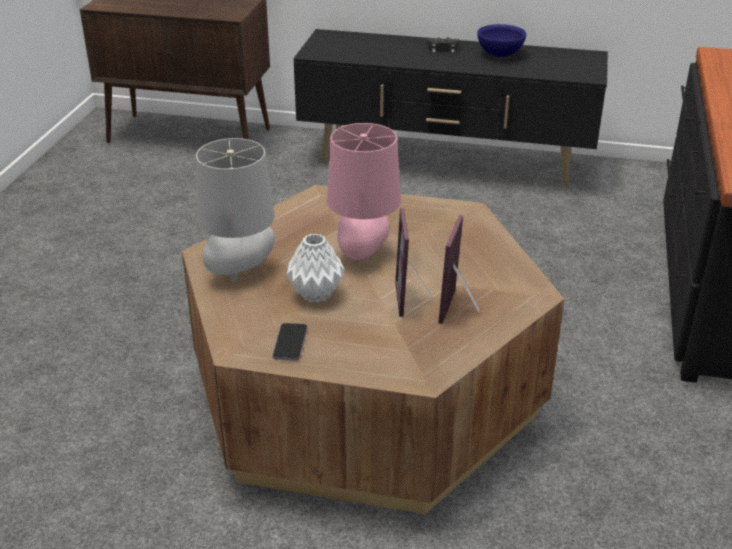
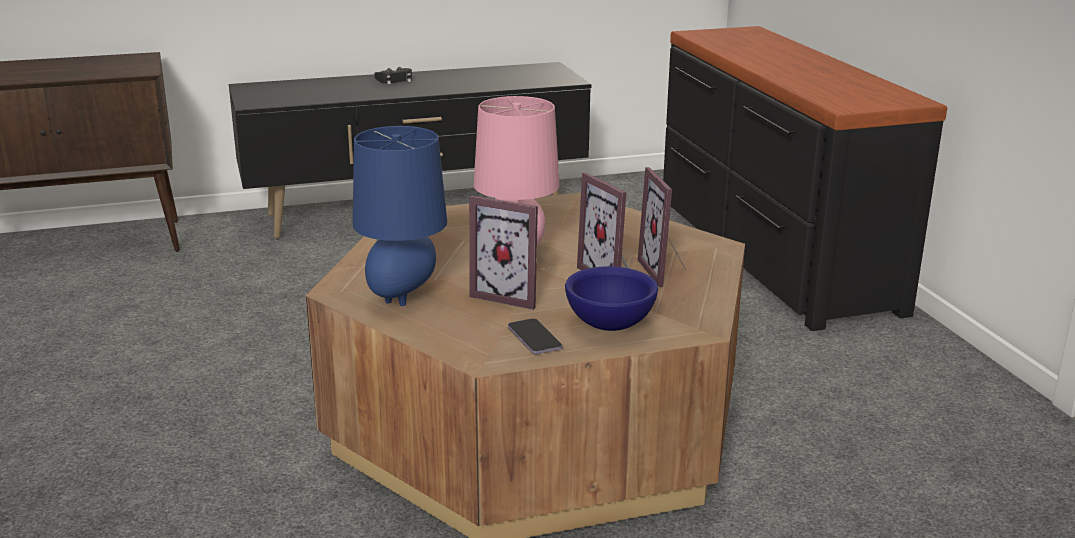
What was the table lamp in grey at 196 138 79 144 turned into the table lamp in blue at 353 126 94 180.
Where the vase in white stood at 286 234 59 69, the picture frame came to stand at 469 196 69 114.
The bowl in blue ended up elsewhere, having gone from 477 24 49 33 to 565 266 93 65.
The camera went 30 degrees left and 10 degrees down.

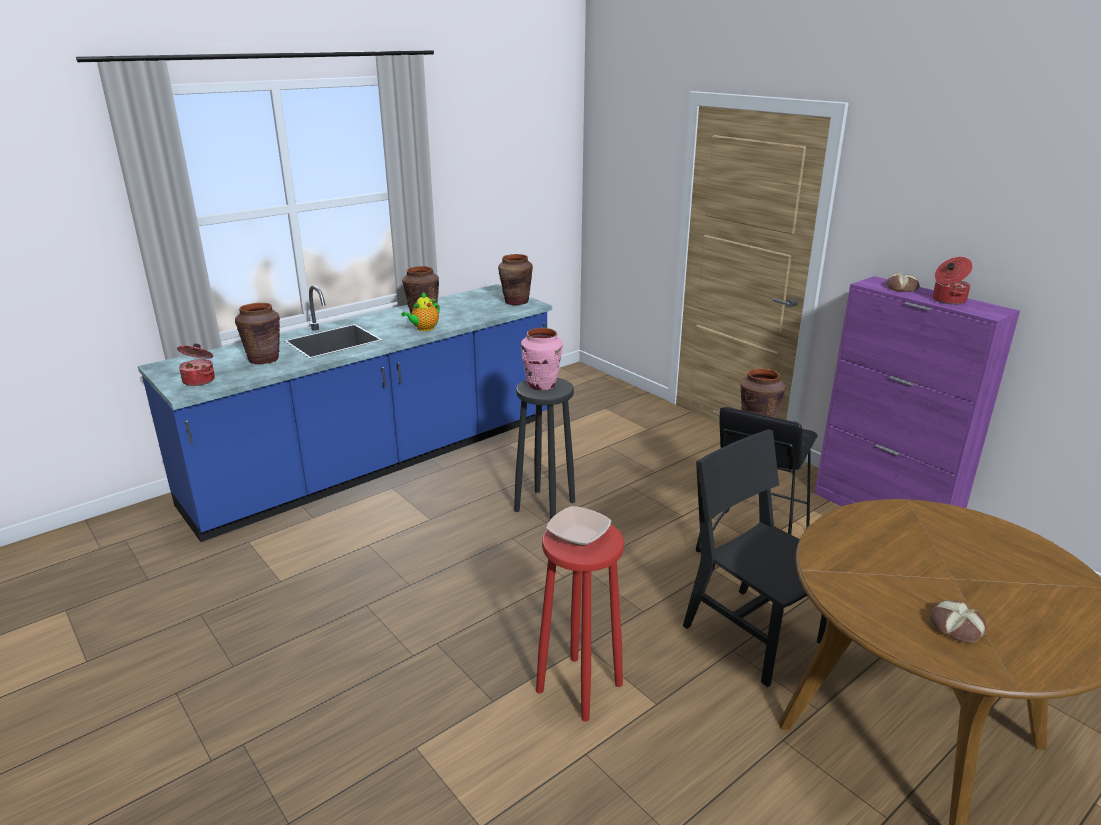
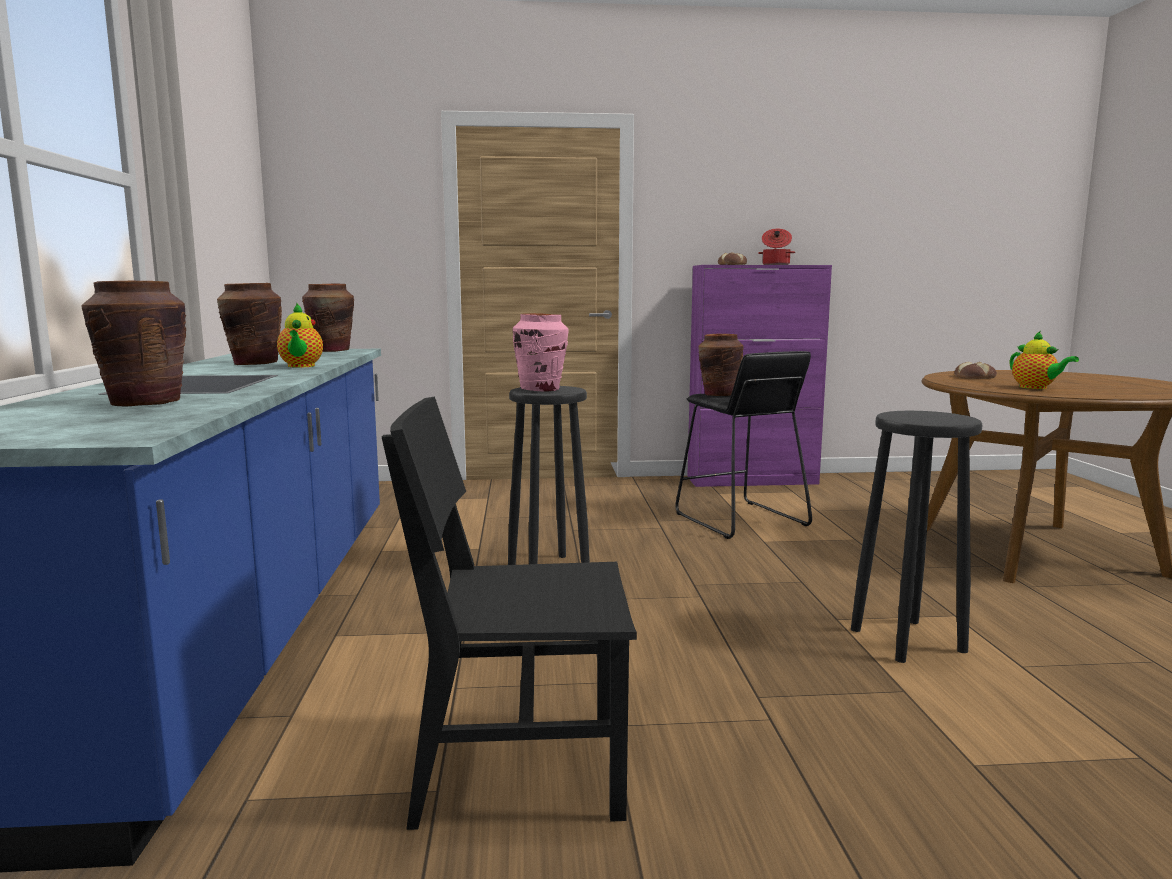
The chair in black ended up elsewhere, having gone from 683 429 144 258 to 382 396 255 434.
What was the stool in red at 536 525 88 197 turned into the stool in black at 851 411 131 252.
The bread ended up elsewhere, having gone from 929 600 58 43 to 954 362 43 17.
The second view gained the teapot at 1010 331 69 58.
The second view lost the cooking pot at 177 344 38 42.
The second view lost the bowl at 546 506 65 40.
The camera went 55 degrees left and 15 degrees down.

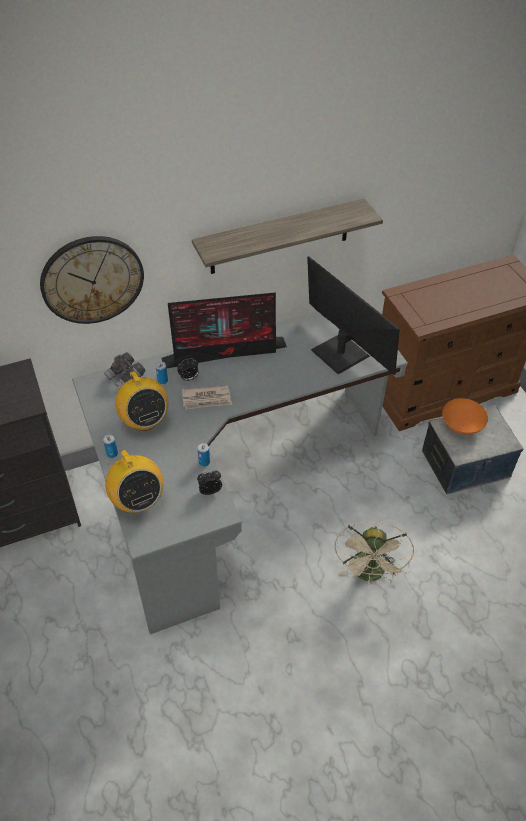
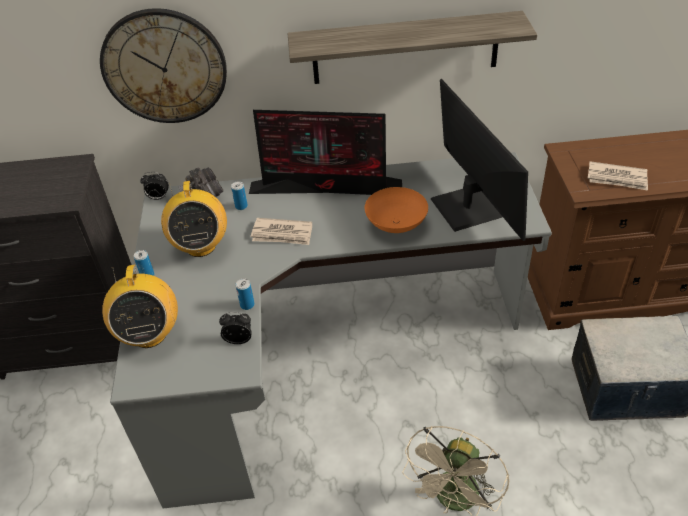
The alarm clock ended up elsewhere, having gone from 177 358 22 23 to 140 172 29 28.
The bowl in orange ended up elsewhere, having gone from 442 398 46 37 to 365 187 63 46.
The second view gained the newspaper at 587 161 61 30.
The camera went 20 degrees right and 5 degrees down.

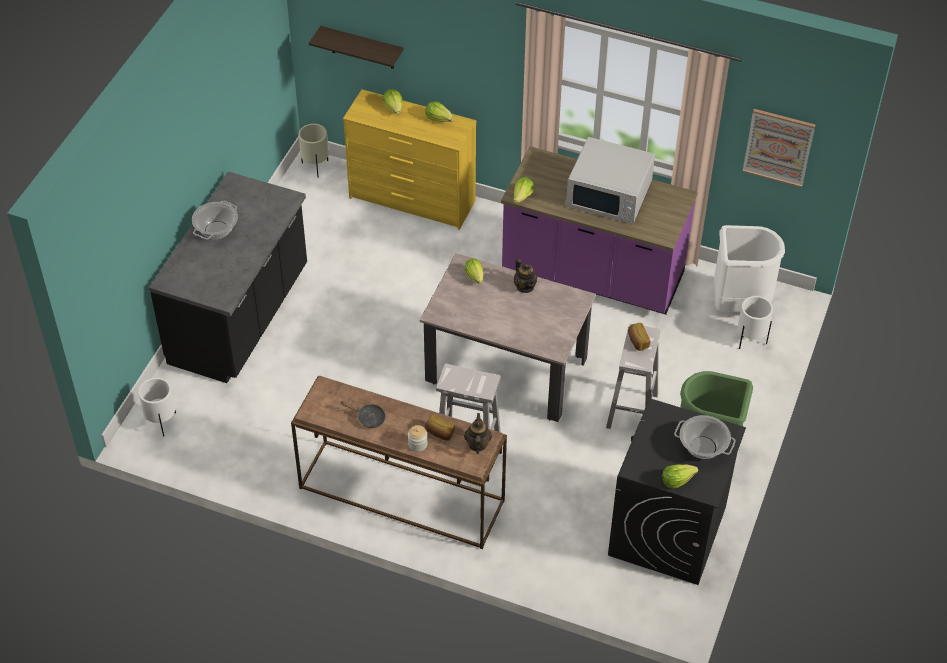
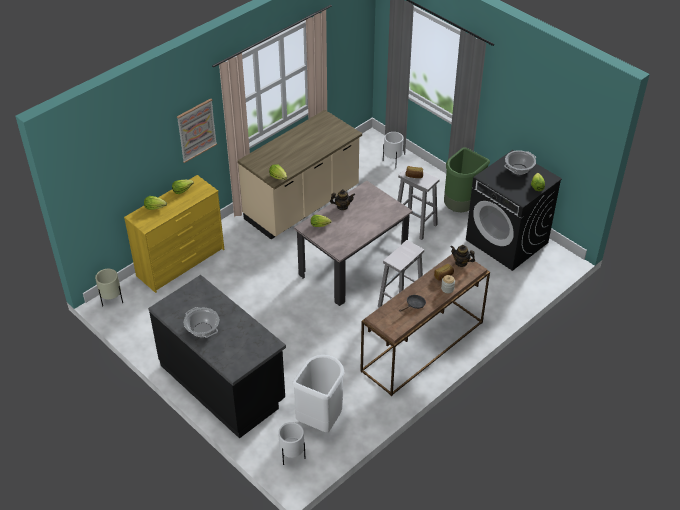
The picture ended up elsewhere, having gone from 742 109 74 79 to 177 98 40 65.
What was the counter in purple at 501 146 196 169 turned into the counter in beige at 237 110 125 129.
The trash can in white ended up elsewhere, having gone from 714 225 71 87 to 292 355 53 77.
The second view lost the shelf at 309 26 95 43.
The second view lost the microwave in white at 566 137 89 87.
The camera went 65 degrees left and 5 degrees down.

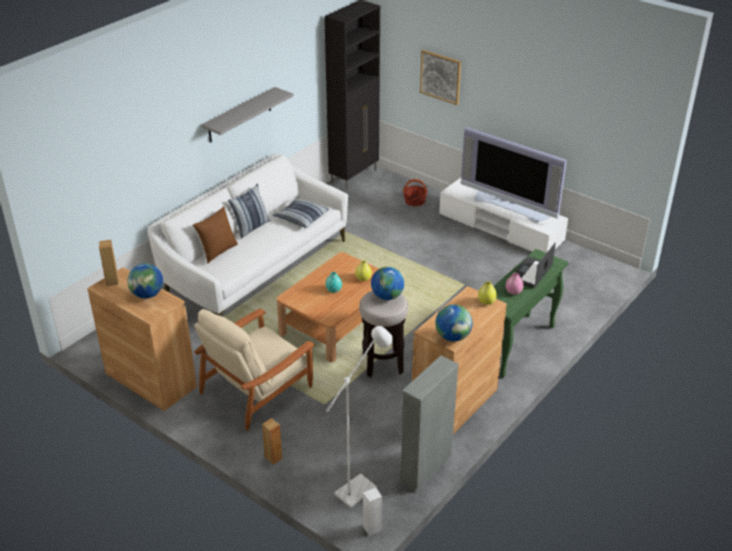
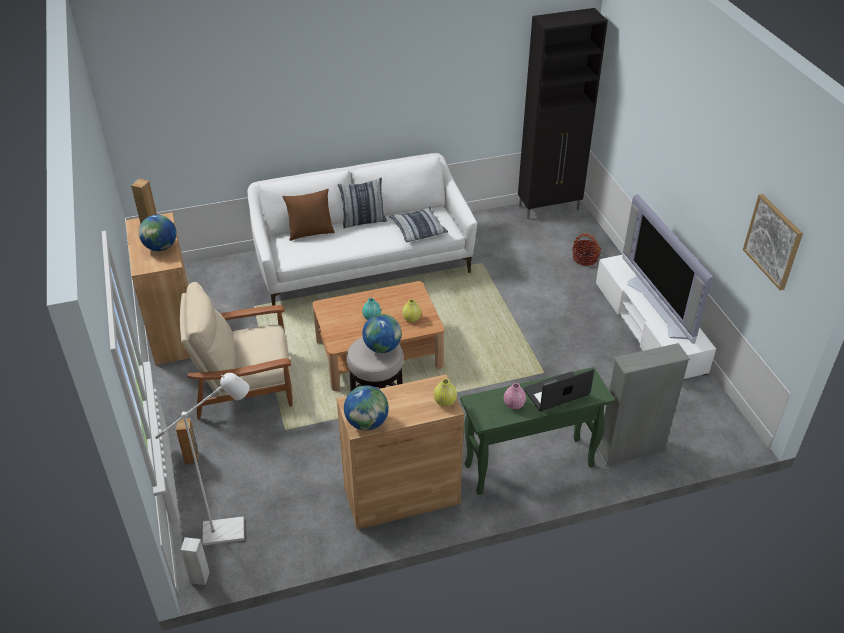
The bookcase in grey ended up elsewhere, having gone from 399 355 60 137 to 596 343 94 123.
The picture ended up elsewhere, having gone from 420 50 41 55 to 743 194 60 96.
The second view lost the shelf in grey at 201 87 92 56.
The camera went 35 degrees right and 5 degrees up.

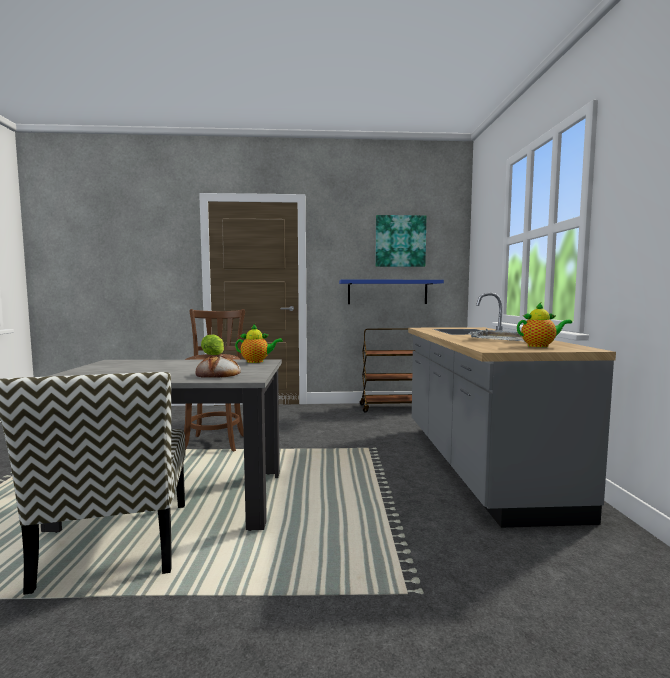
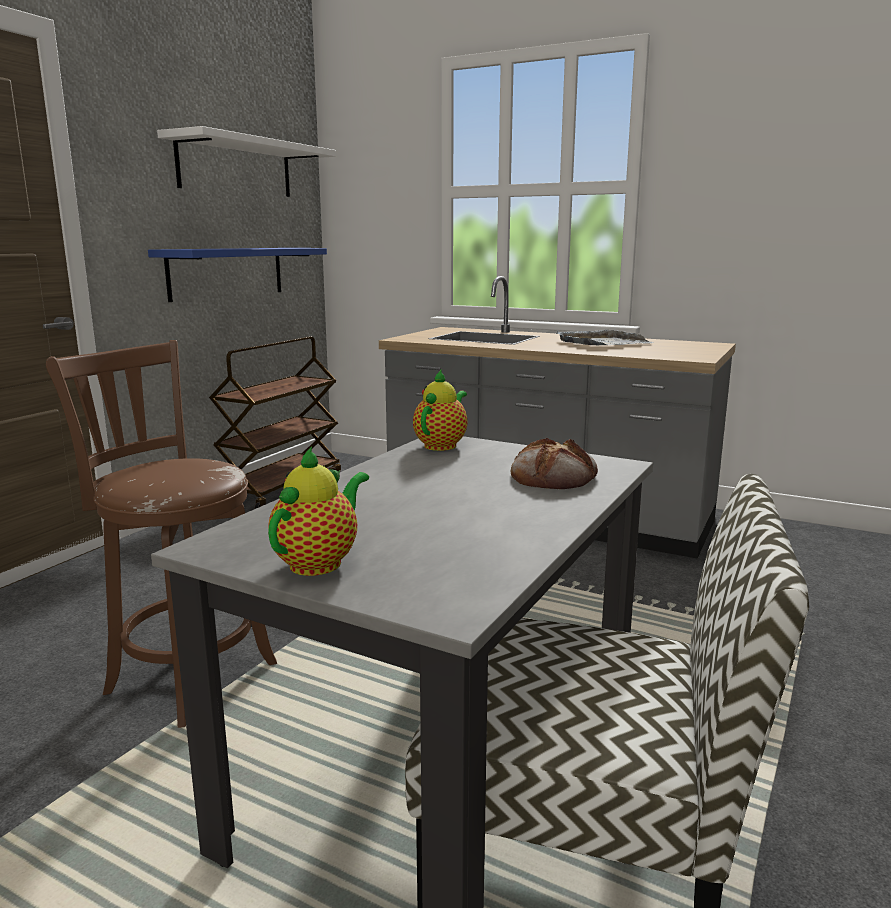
Where the picture hung at 375 215 52 52, the shelf in white came to hang at 157 126 179 71.
The teapot ended up elsewhere, having gone from 517 303 55 44 to 268 446 101 130.
The second view lost the lettuce at 201 335 23 20.
The camera went 60 degrees left and 10 degrees up.

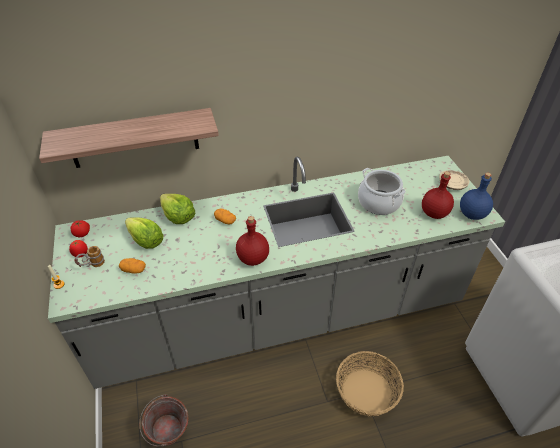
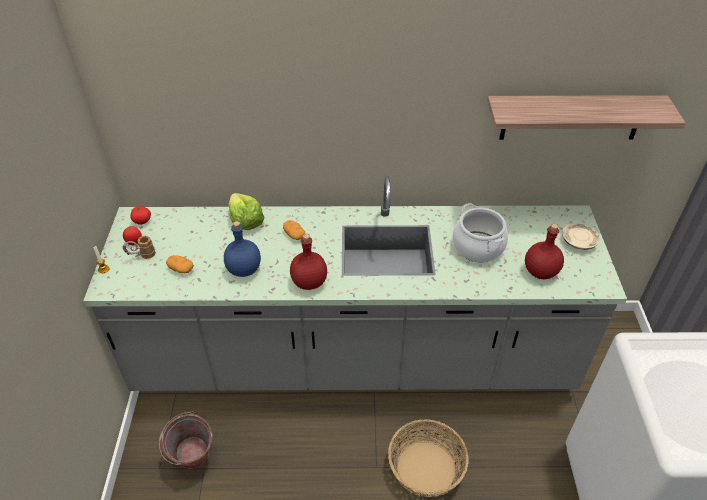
The bottle in blue ended up elsewhere, having gone from 460 172 33 48 to 224 221 37 56.
The shelf ended up elsewhere, having gone from 39 108 180 60 to 487 95 199 45.
The second view lost the lettuce at 125 217 39 32.
The camera went 15 degrees right and 0 degrees up.

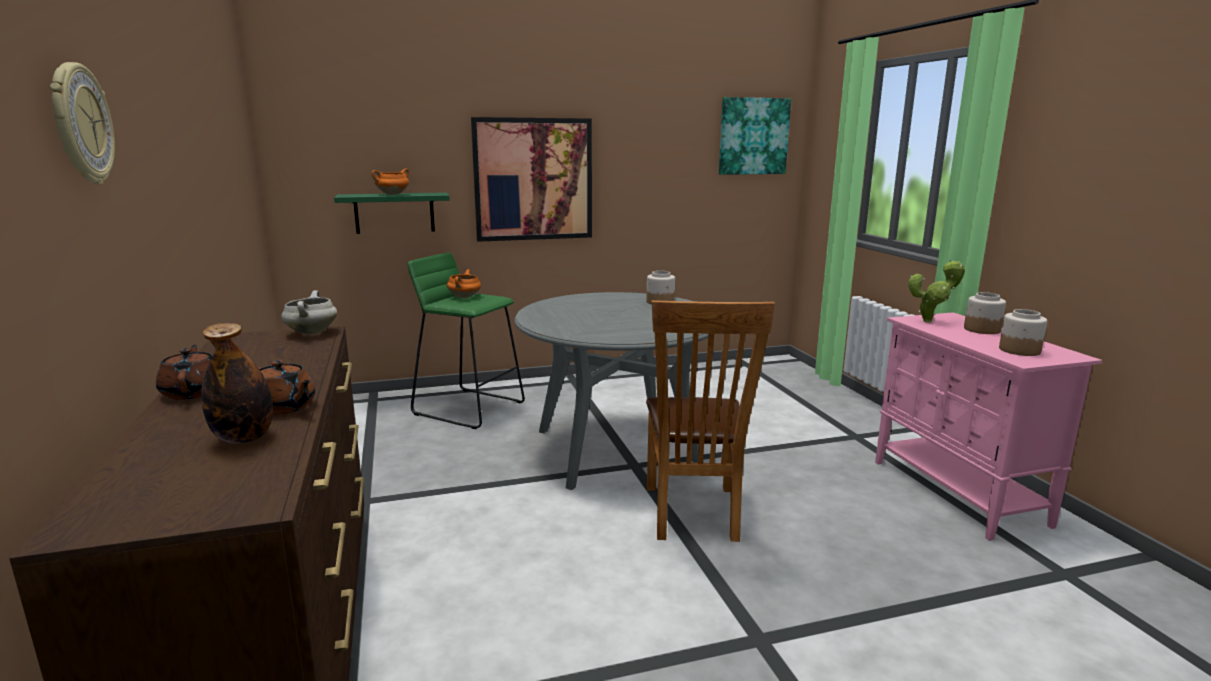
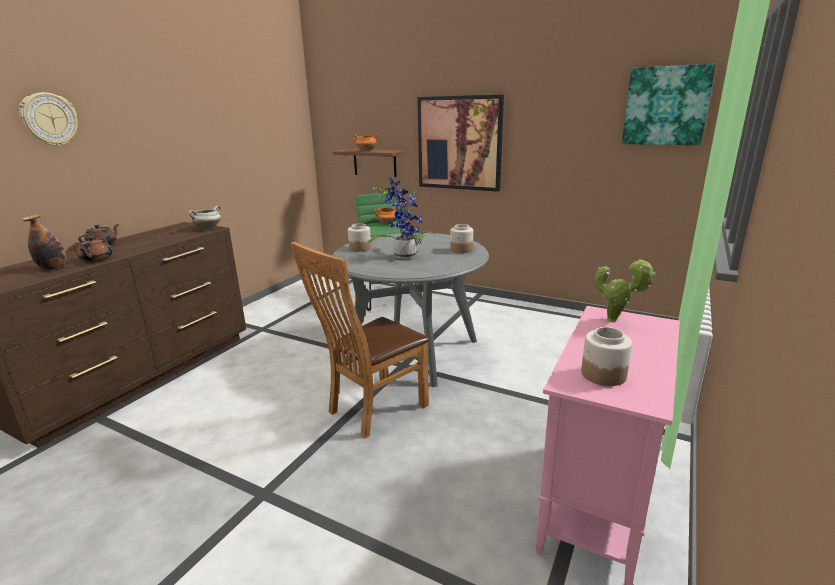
What was the shelf in green at 334 192 116 42 turned into the shelf in brown at 333 149 71 28.
The jar ended up elsewhere, having gone from 964 292 42 42 to 348 223 23 29.
The second view gained the potted plant at 368 177 68 82.
The camera went 45 degrees right and 5 degrees up.

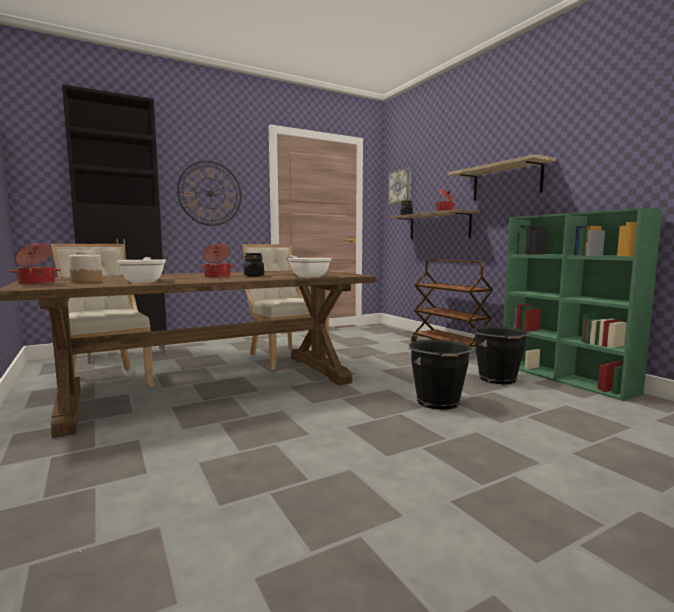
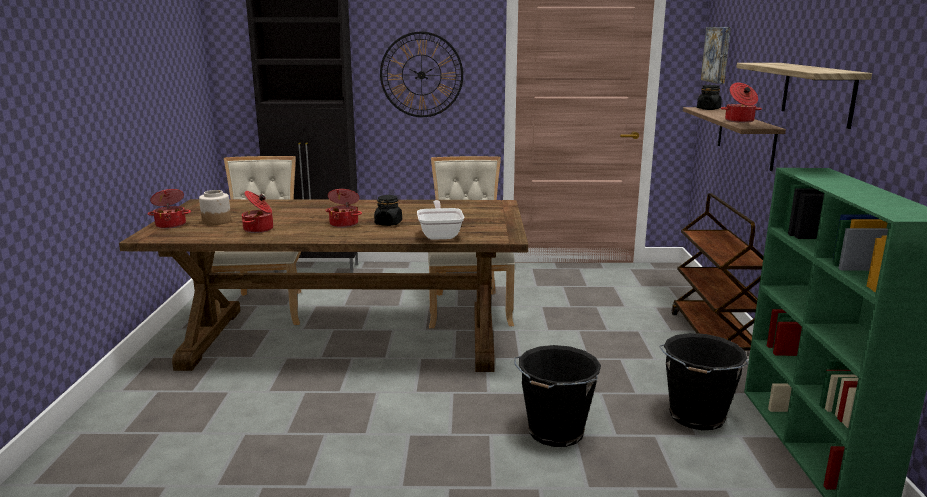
Where the frying pan stood at 117 257 49 26, the cooking pot came to stand at 242 191 31 42.
The camera went 30 degrees right and 10 degrees up.

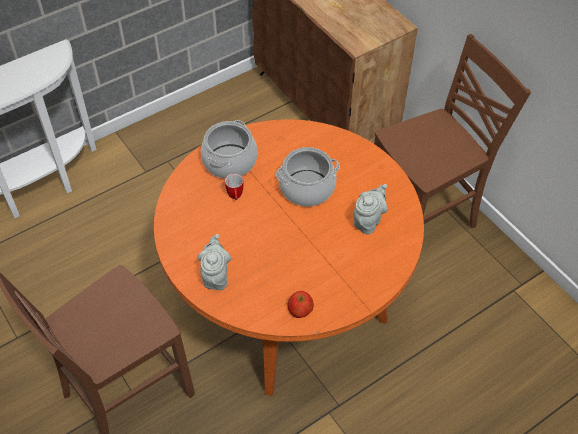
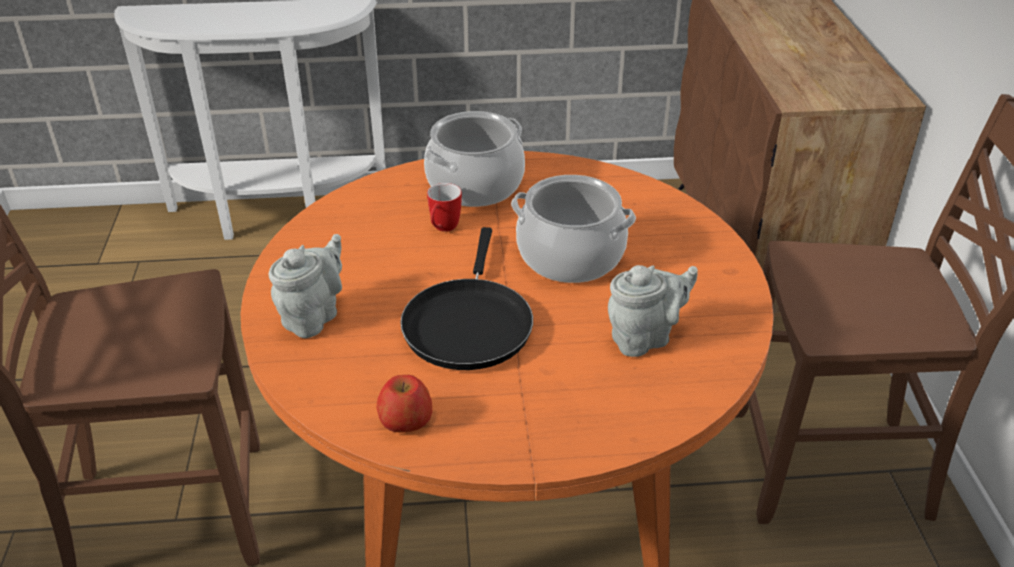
The second view gained the frying pan in black at 400 227 133 143.
The camera went 30 degrees right and 15 degrees down.

